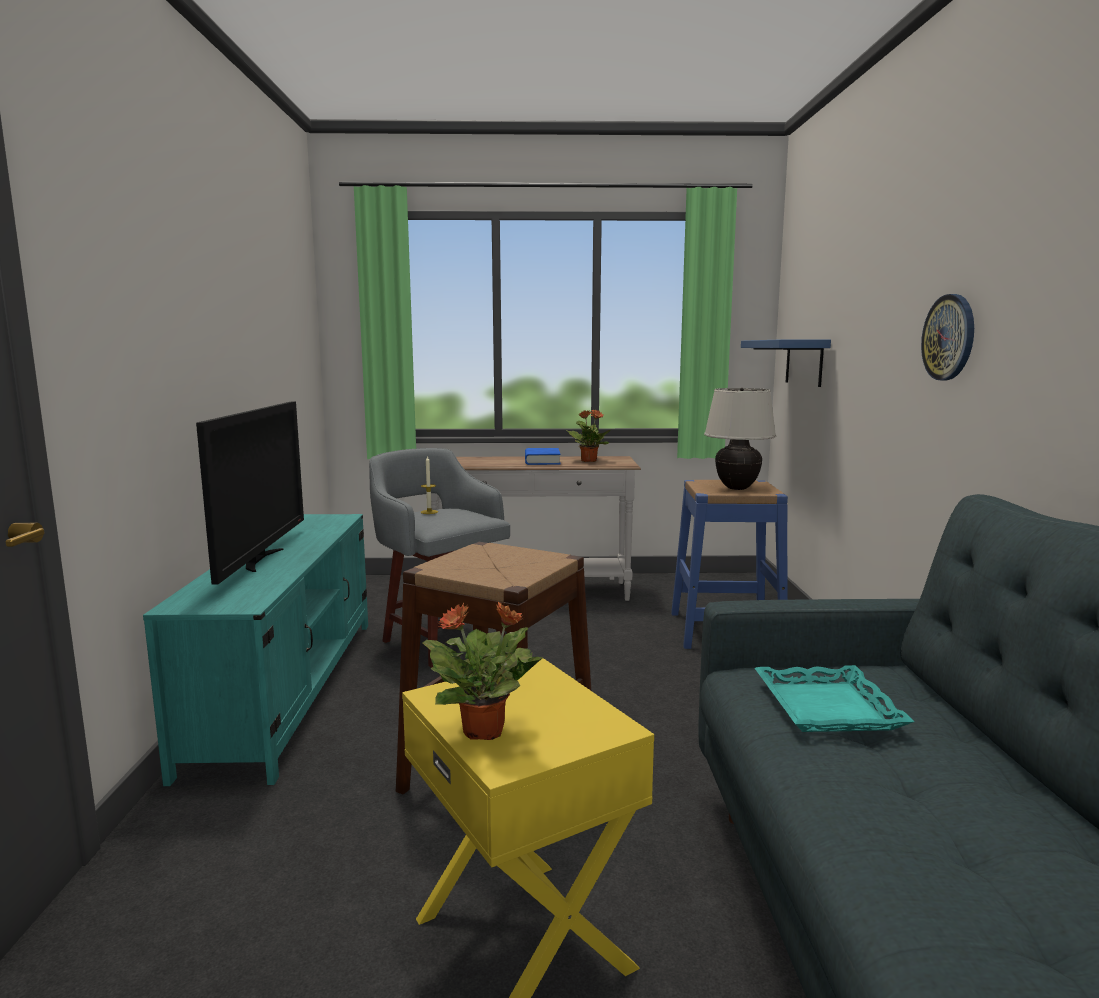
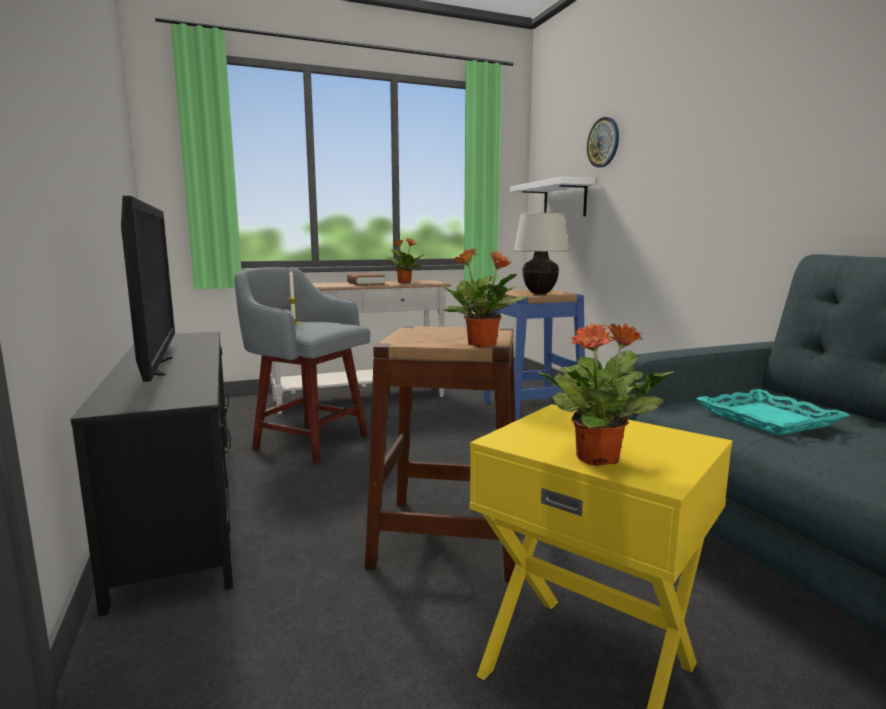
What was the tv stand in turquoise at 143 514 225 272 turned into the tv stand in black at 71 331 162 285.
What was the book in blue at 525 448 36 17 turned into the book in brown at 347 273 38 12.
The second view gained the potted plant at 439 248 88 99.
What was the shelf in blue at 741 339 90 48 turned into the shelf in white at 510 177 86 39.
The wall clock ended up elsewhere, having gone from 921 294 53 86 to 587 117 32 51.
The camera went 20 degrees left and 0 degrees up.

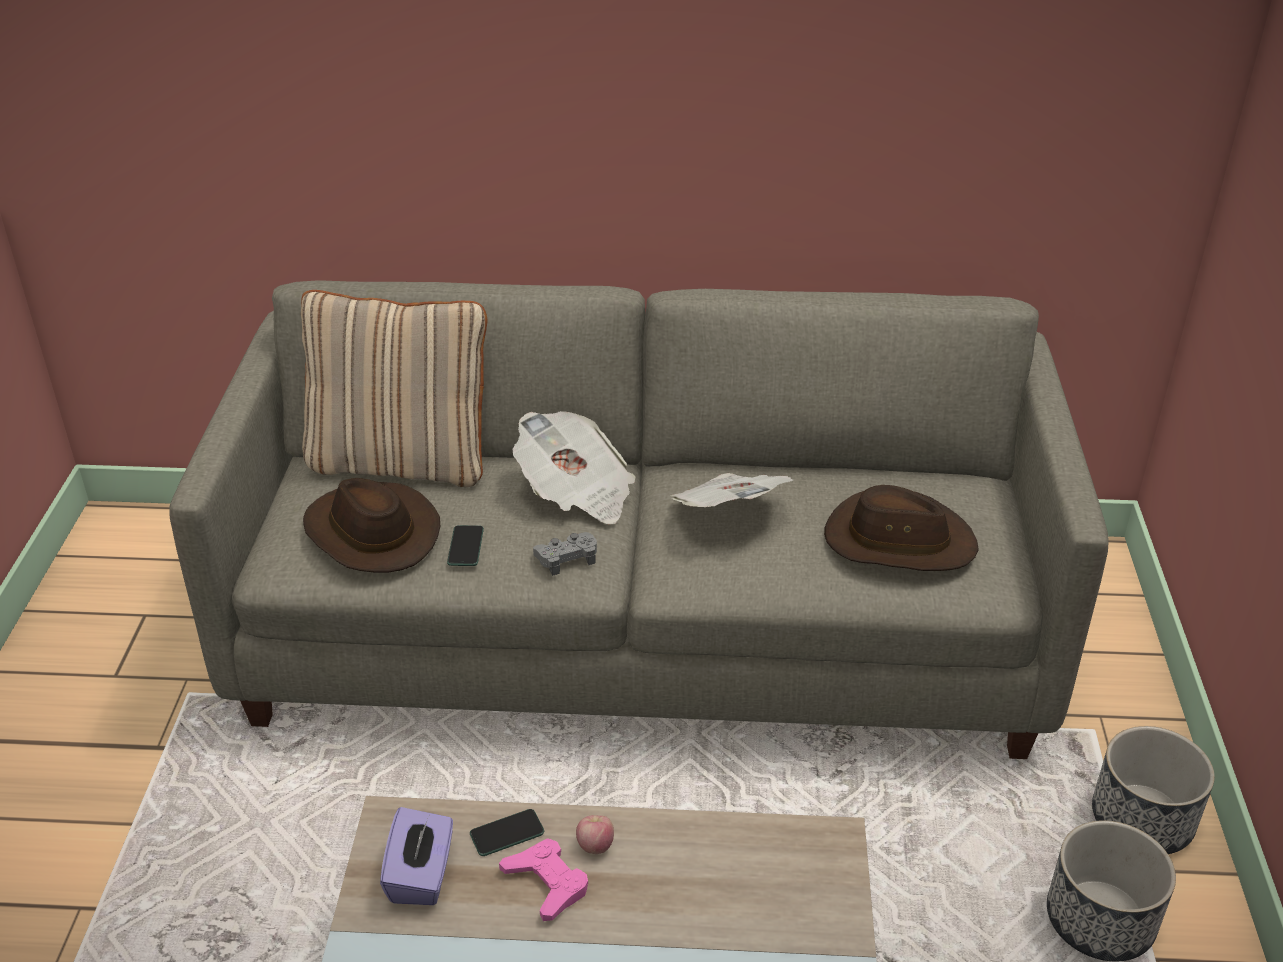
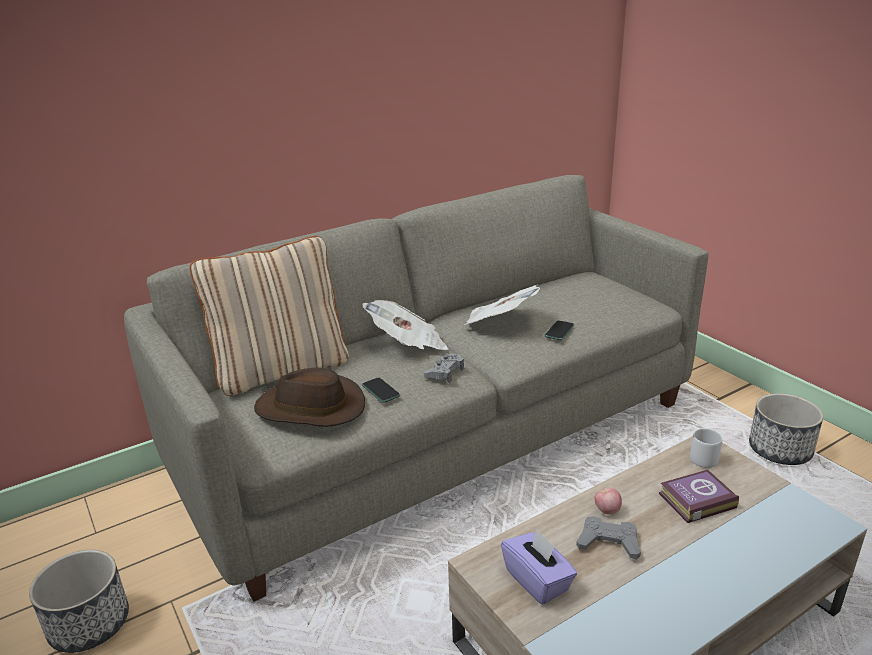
The planter ended up elsewhere, having gone from 1092 726 123 128 to 29 550 100 103.
The phone ended up elsewhere, having gone from 470 809 74 47 to 544 320 30 20.
What was the game controller in pink at 499 838 89 83 turned into the game controller in grey at 576 516 65 44.
The second view gained the book at 659 470 80 53.
The second view gained the mug in grey at 690 428 32 40.
The second view lost the hat in brown at 824 485 155 86.
The camera went 35 degrees left and 10 degrees down.

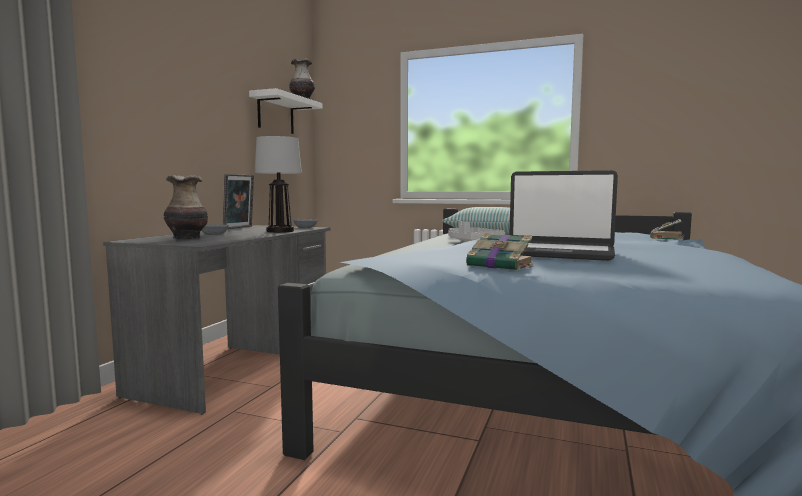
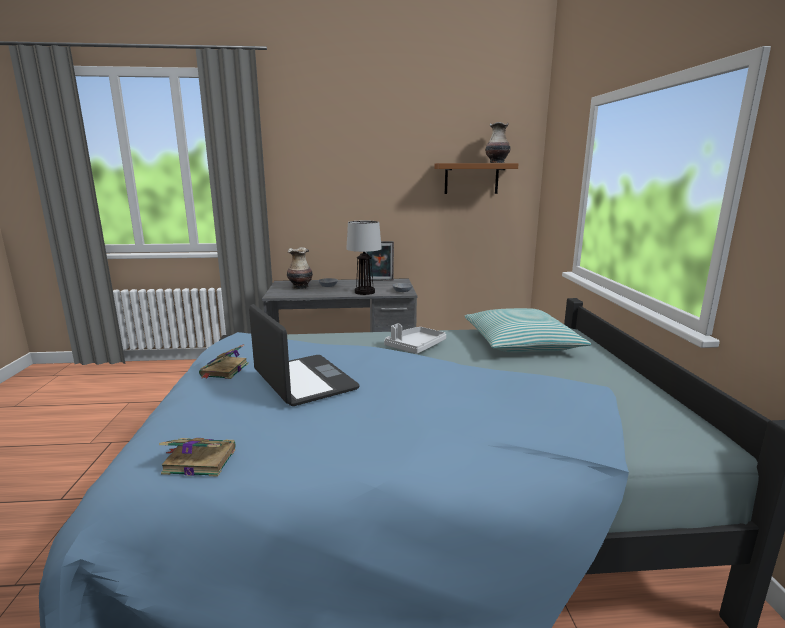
The book ended up elsewhere, having gone from 650 219 34 21 to 159 438 76 39.
The laptop at 510 170 108 91 ended up facing another way, 150 degrees clockwise from before.
What was the shelf in white at 249 88 74 46 turned into the shelf in brown at 434 163 85 31.
The camera went 65 degrees right and 10 degrees up.

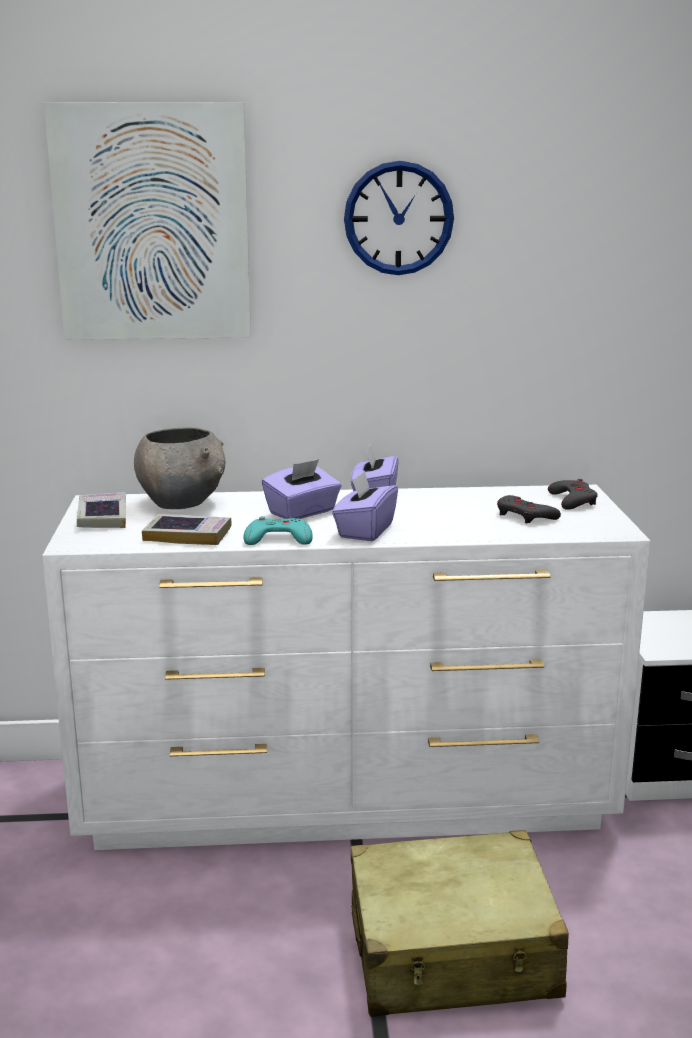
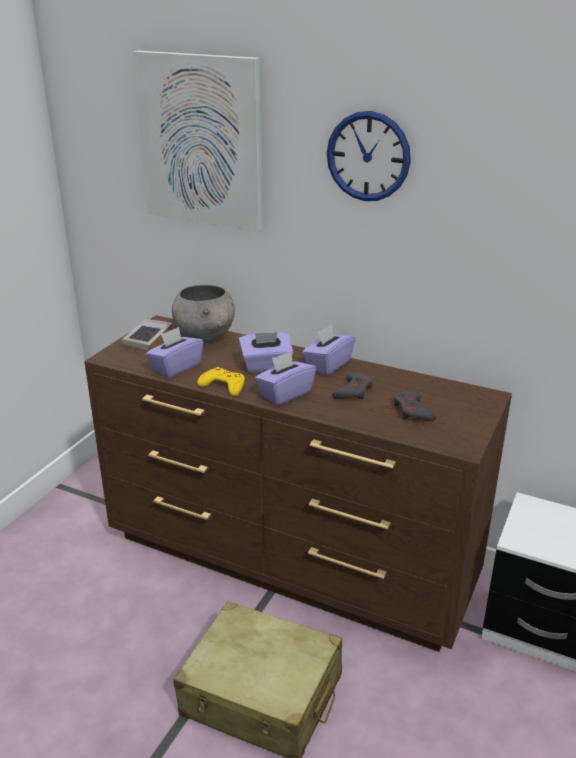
What was the dresser in white at 42 485 608 365 turned into the dresser in brown at 85 315 427 337.
Where the book stood at 142 513 90 32, the tissue box in purple came to stand at 146 327 58 51.
What was the game controller in turquoise at 244 516 69 29 turned into the game controller in yellow at 197 367 48 29.
The game controller in grey ended up elsewhere, having gone from 548 479 50 31 to 332 372 41 28.
The camera went 30 degrees right and 10 degrees up.

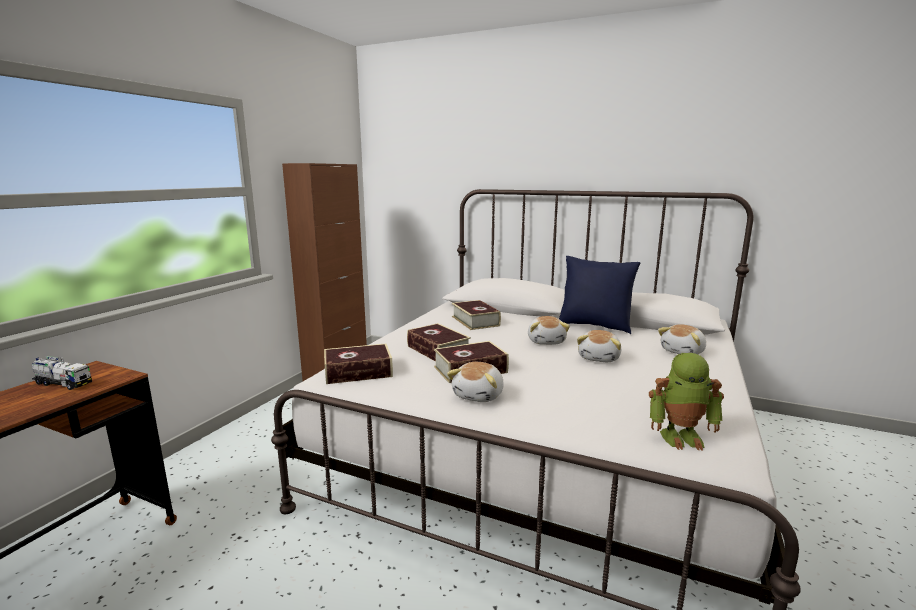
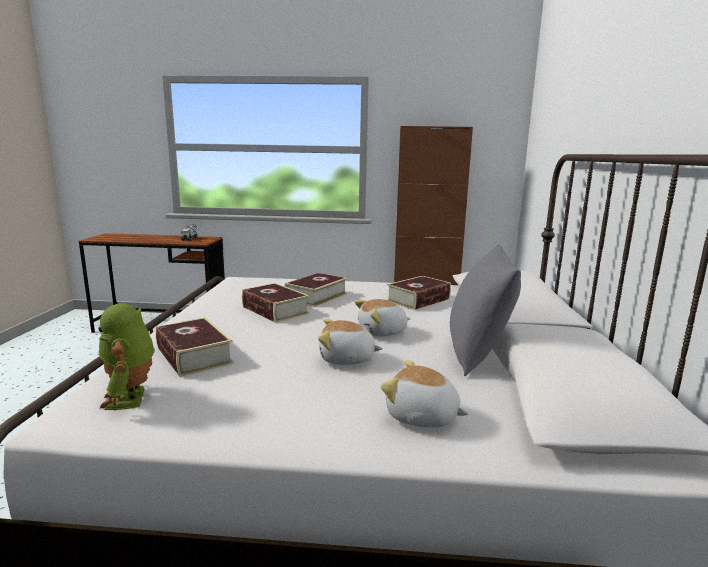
The book ended up elsewhere, having gone from 324 344 69 40 to 156 318 78 59.
What was the pillow in blue at 559 256 82 78 turned into the pillow in grey at 450 245 71 131.
The second view lost the plush toy at 447 362 57 40.
The camera went 70 degrees right and 0 degrees up.

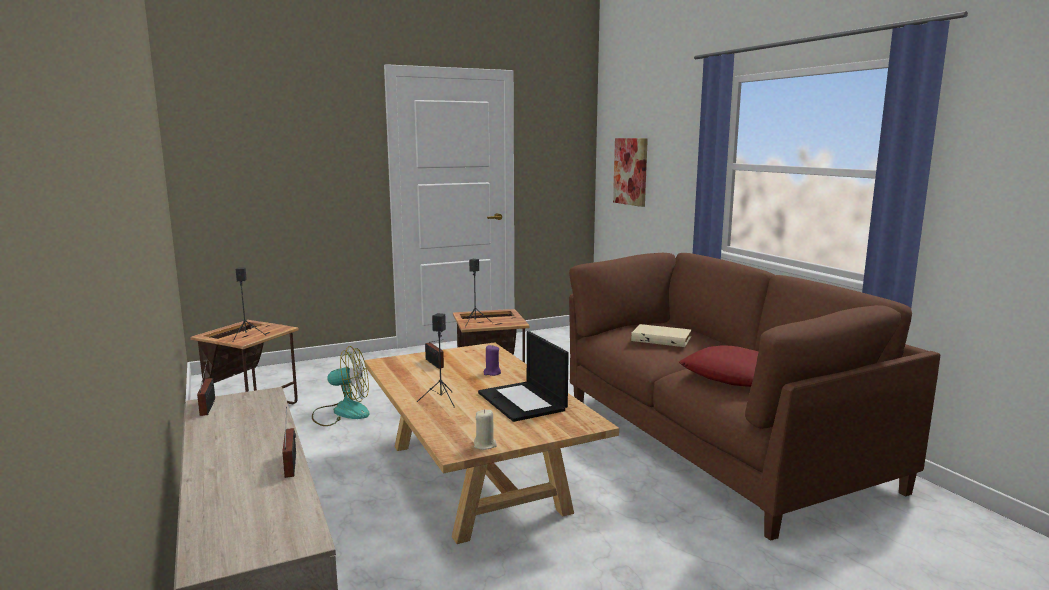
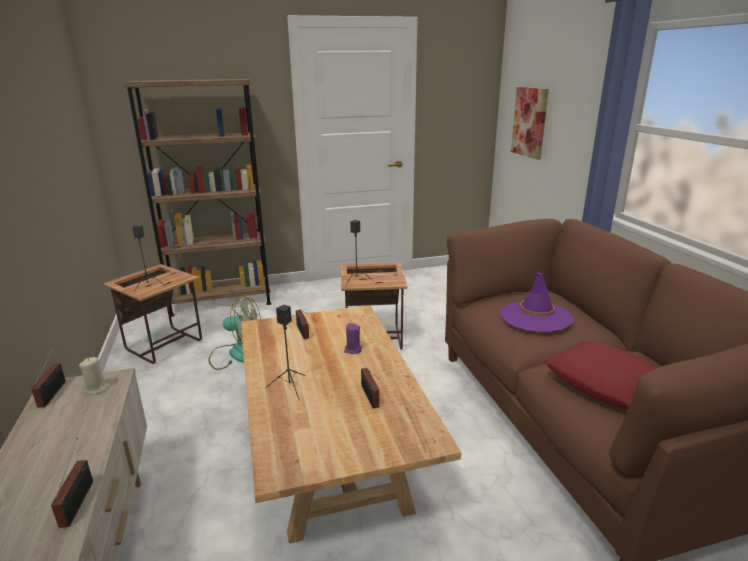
The candle in beige ended up elsewhere, having gone from 474 409 23 41 to 79 357 31 37.
The second view gained the bookcase in brown at 123 79 149 238.
Where the laptop stood at 478 331 91 91, the radio came to stand at 361 368 19 41.
Where the book in beige stood at 631 324 60 23, the hat in purple came to stand at 501 272 72 60.
The camera went 10 degrees right and 10 degrees up.

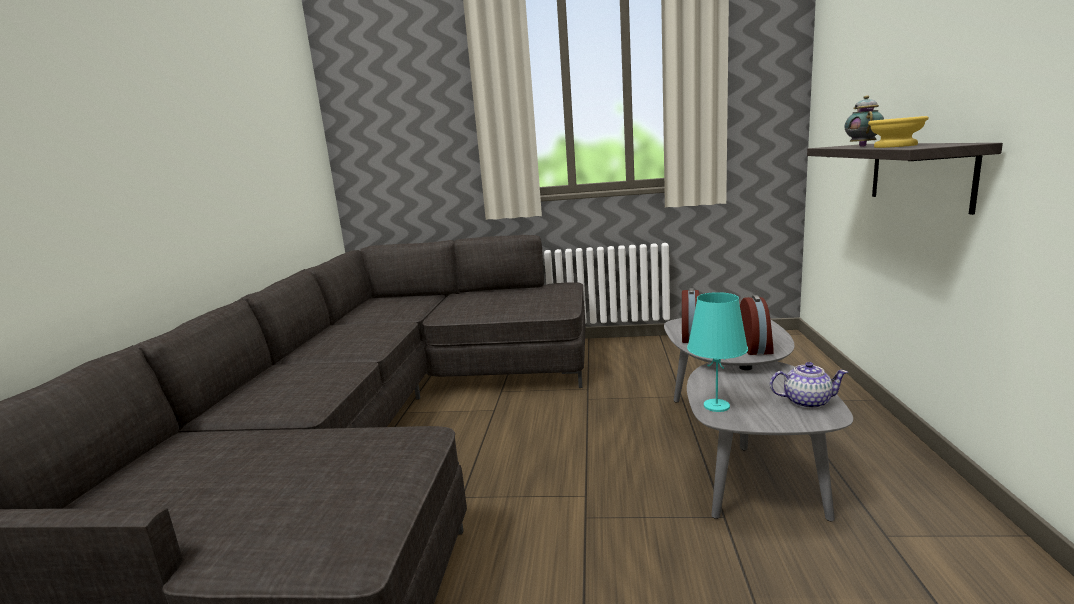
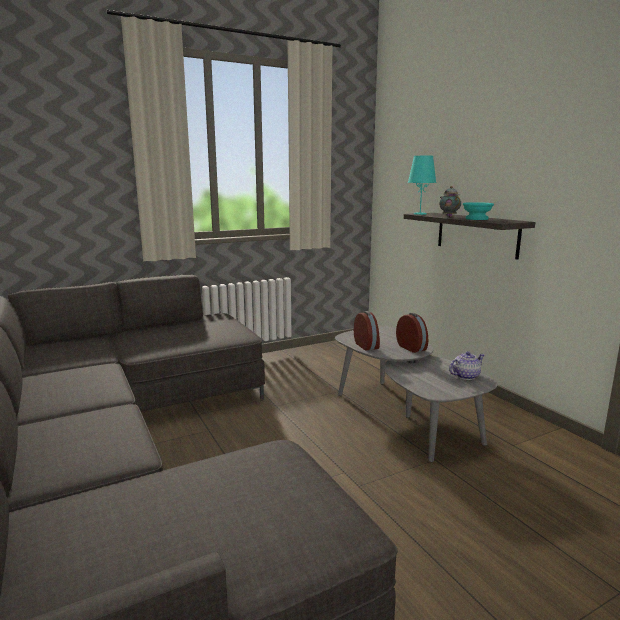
The table lamp in turquoise ended up elsewhere, having gone from 687 292 61 120 to 408 156 28 59.
What was the bowl in yellow at 868 116 61 32 turned into the bowl in turquoise at 463 202 31 18.
The camera went 35 degrees left and 0 degrees up.

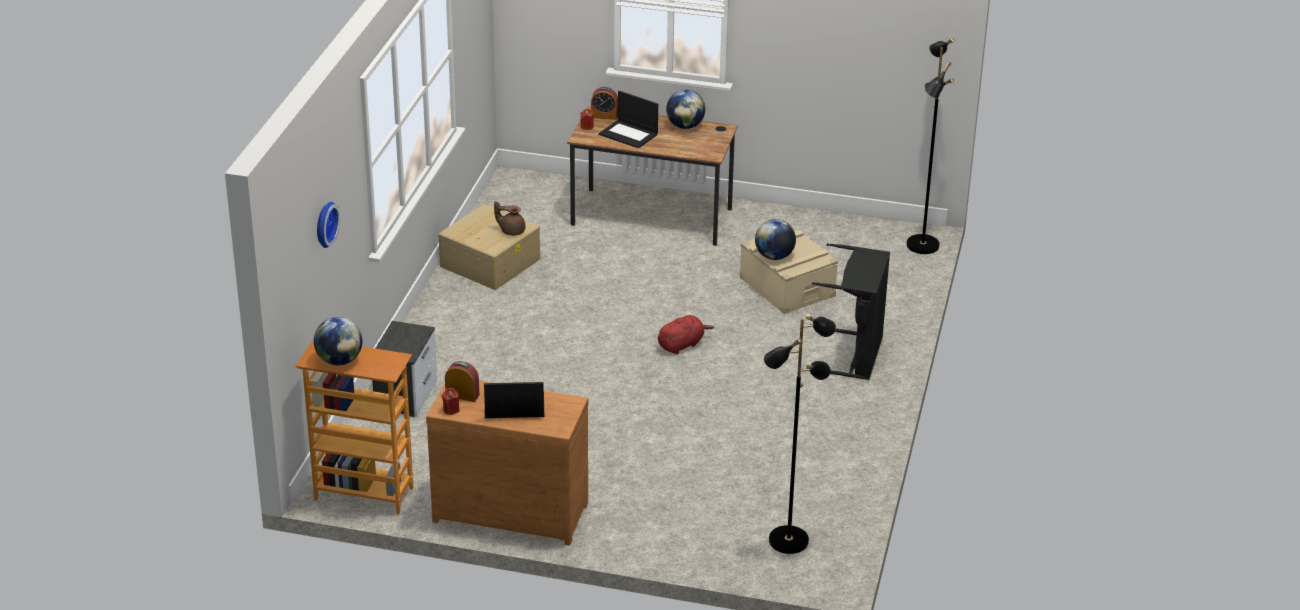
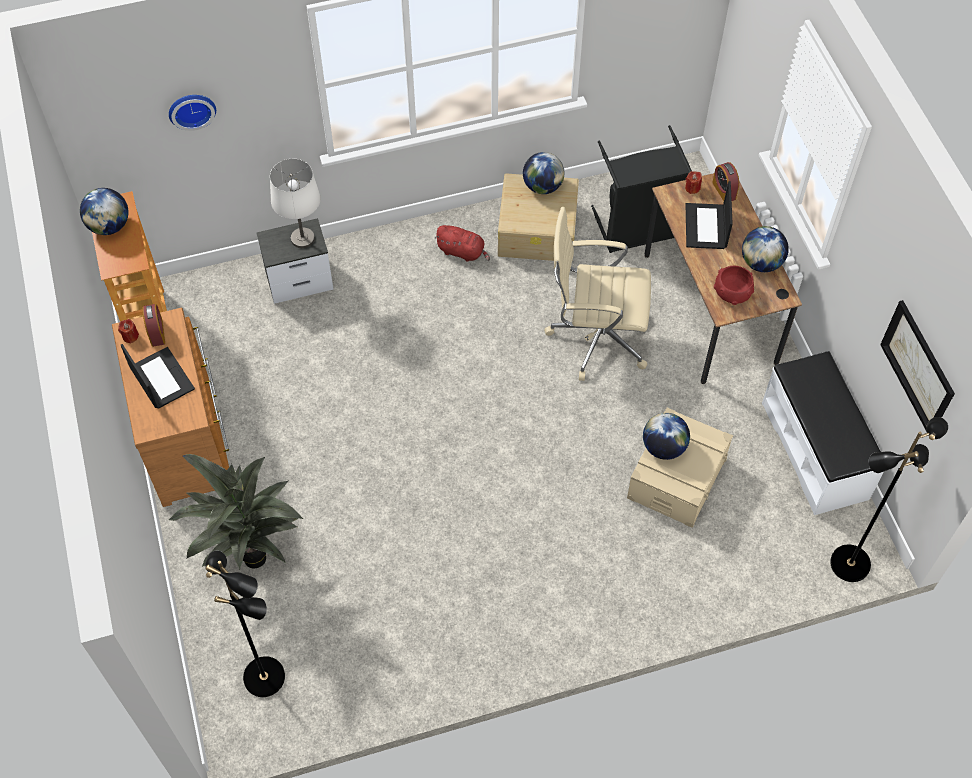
The second view gained the potted plant at 169 454 134 115.
The second view gained the table lamp in white at 270 159 51 89.
The plush toy in red ended up elsewhere, having gone from 658 315 56 39 to 434 225 56 36.
The second view gained the globe at 523 152 41 42.
The second view gained the office chair in beige at 544 207 107 174.
The laundry basket in black ended up elsewhere, having gone from 812 243 78 137 to 591 125 101 128.
The second view gained the bowl in red at 714 266 40 39.
The second view gained the bench in white at 762 351 122 164.
The second view gained the picture at 880 300 75 130.
The second view lost the teapot in brown at 494 201 31 35.
The camera went 60 degrees right and 25 degrees up.

